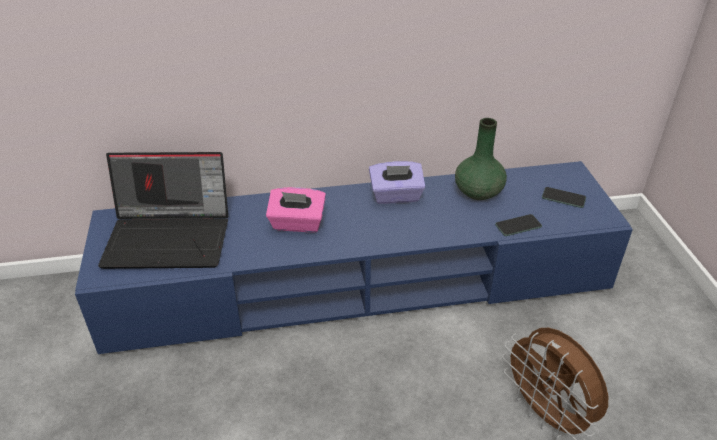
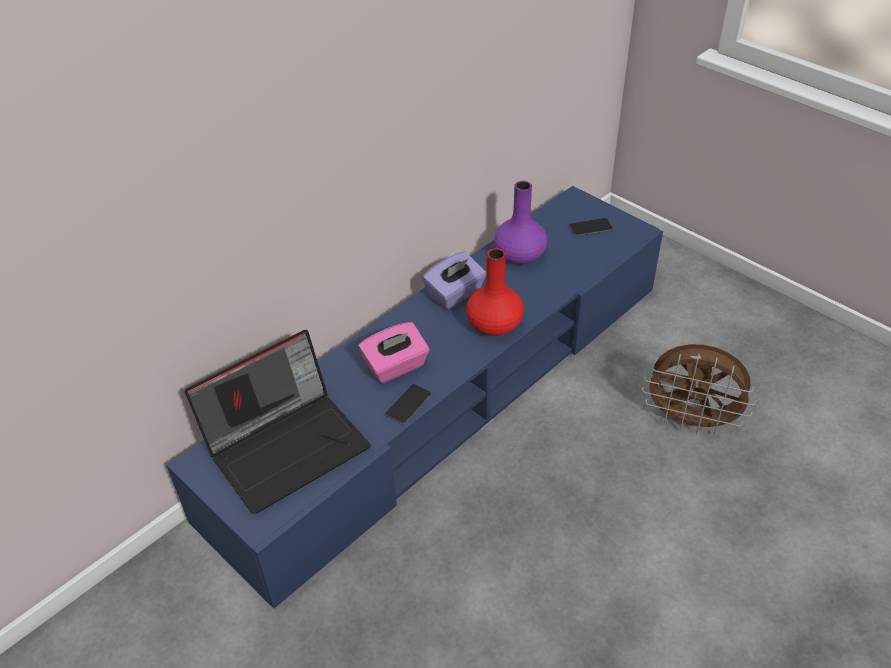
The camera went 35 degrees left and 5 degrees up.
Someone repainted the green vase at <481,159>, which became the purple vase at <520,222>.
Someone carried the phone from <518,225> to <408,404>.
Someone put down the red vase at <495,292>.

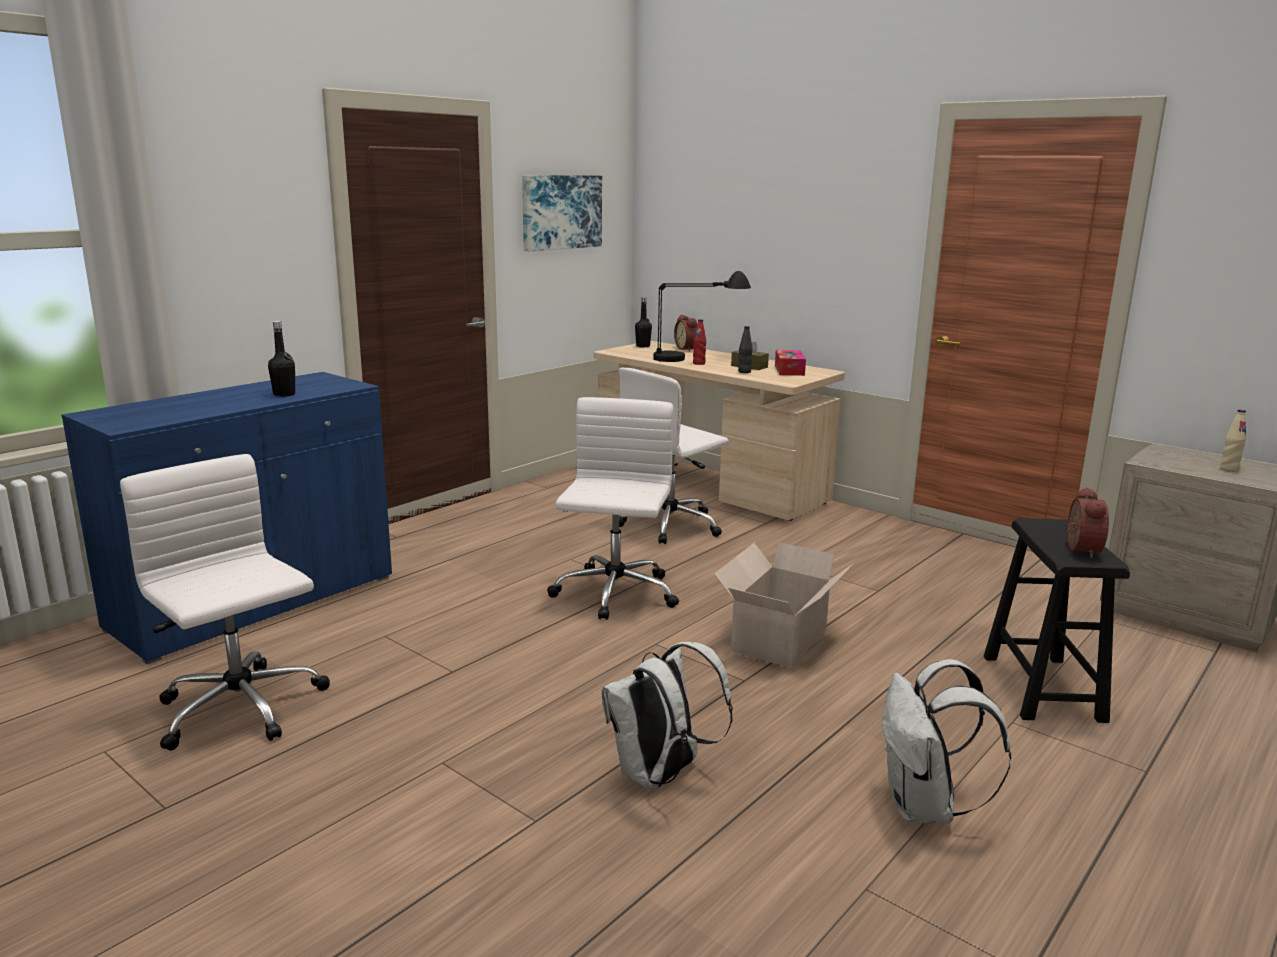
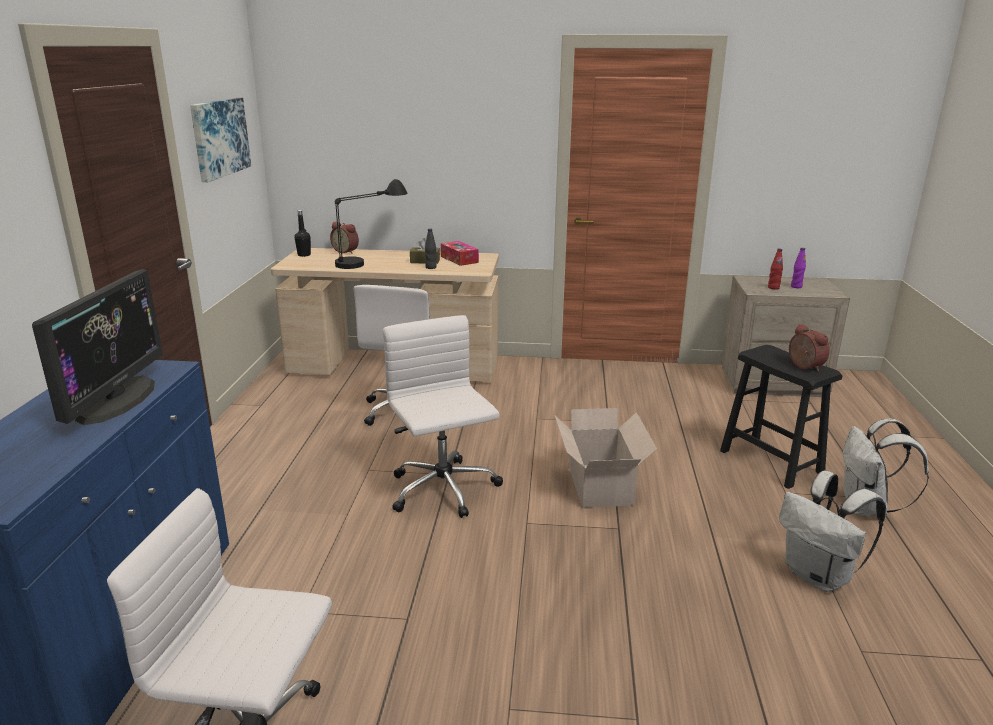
The camera went 35 degrees left and 5 degrees up.
Someone carried the red bottle from <699,342> to <775,269>.
Someone swapped the black bottle at <281,359> for the monitor at <97,347>.
Someone repainted the beige bottle at <1233,440>, which became the purple bottle at <798,268>.
Someone carried the white backpack from <667,716> to <886,467>.

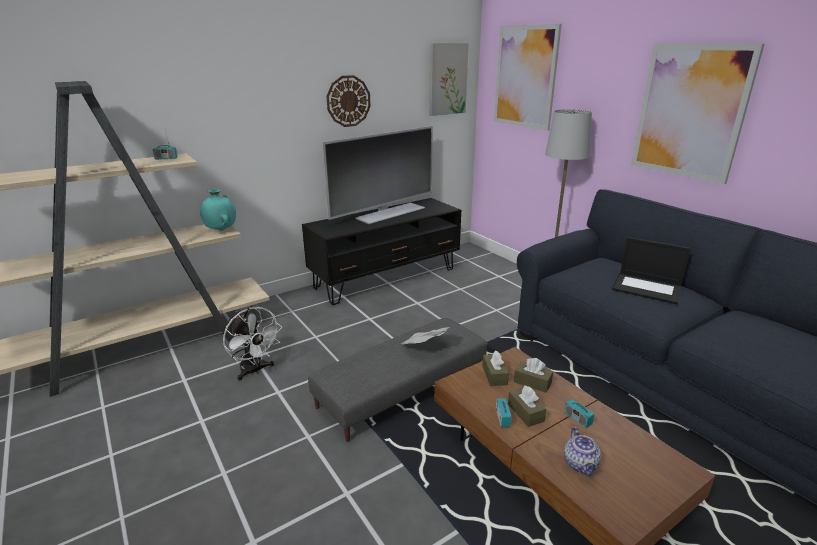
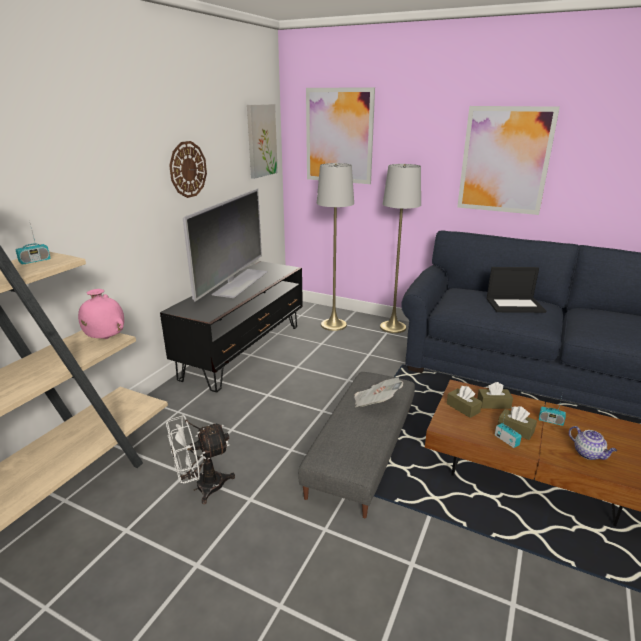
The camera went 30 degrees left and 0 degrees up.
Someone repainted the turquoise vase at <218,210>, which became the pink vase at <101,314>.
Someone rotated the white fan at <252,344> by 135 degrees clockwise.
Someone put down the grey floor lamp at <335,247>.

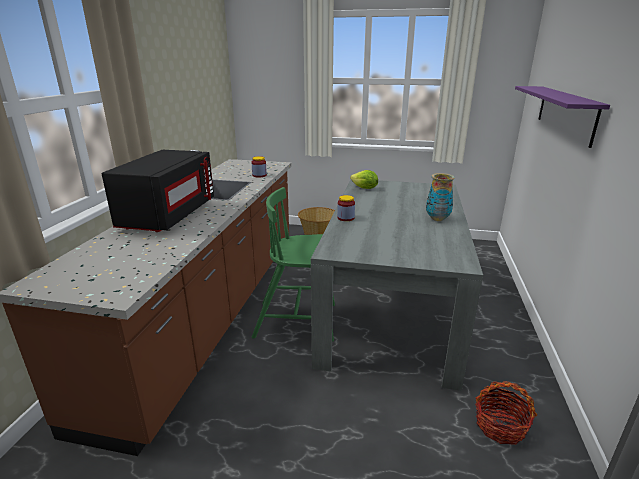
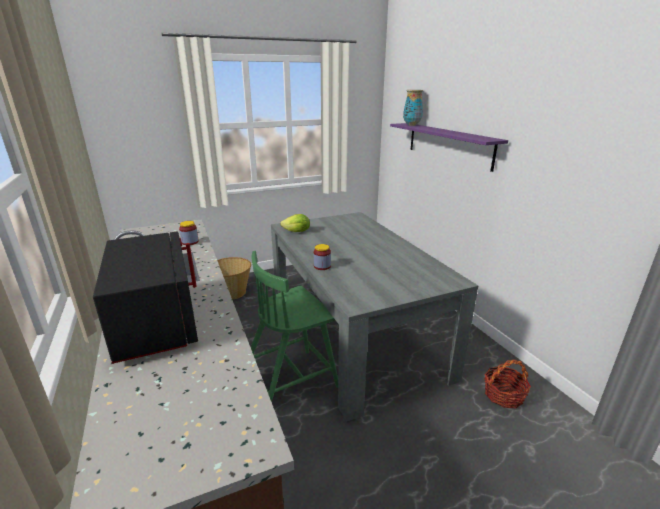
The camera went 35 degrees left and 0 degrees up.
Someone carried the vase from <440,197> to <413,108>.

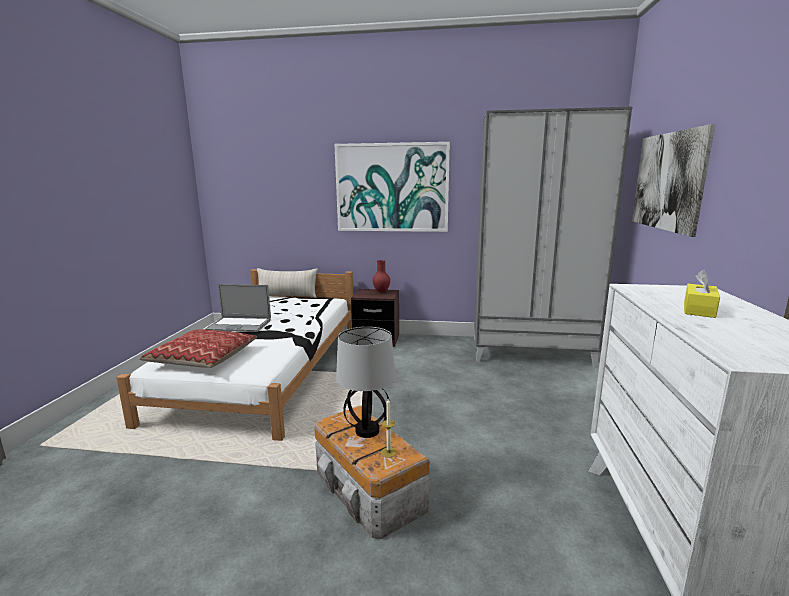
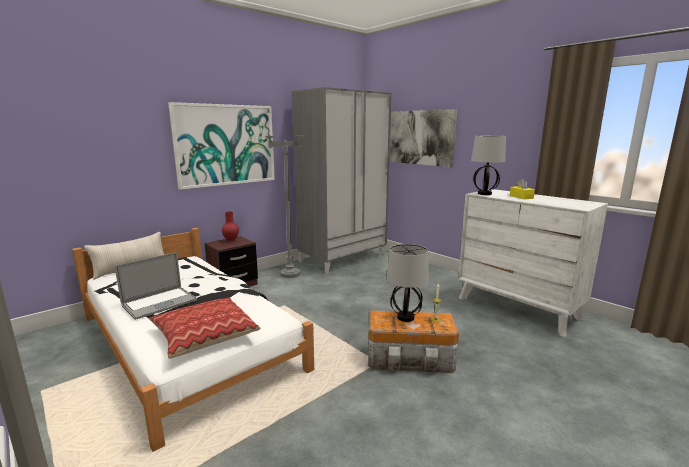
The camera went 50 degrees left and 0 degrees up.
Someone put down the grey floor lamp at <284,193>.
Someone put down the table lamp at <488,165>.

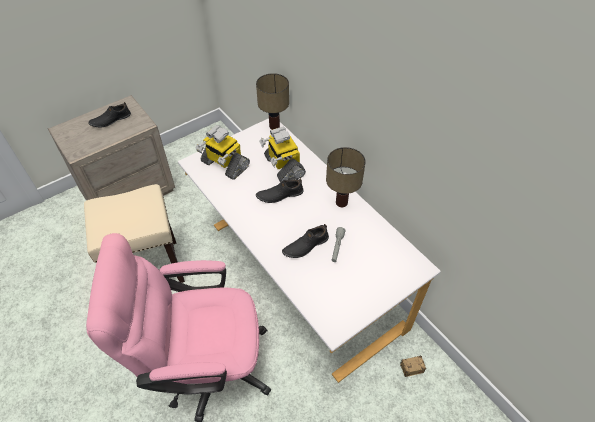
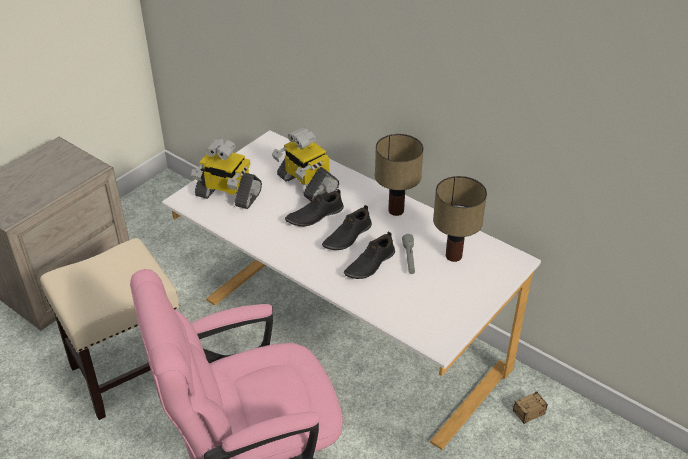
The camera went 15 degrees left and 10 degrees down.
Someone carried the table lamp from <272,101> to <460,219>.
Someone carried the black shoe from <109,114> to <347,227>.

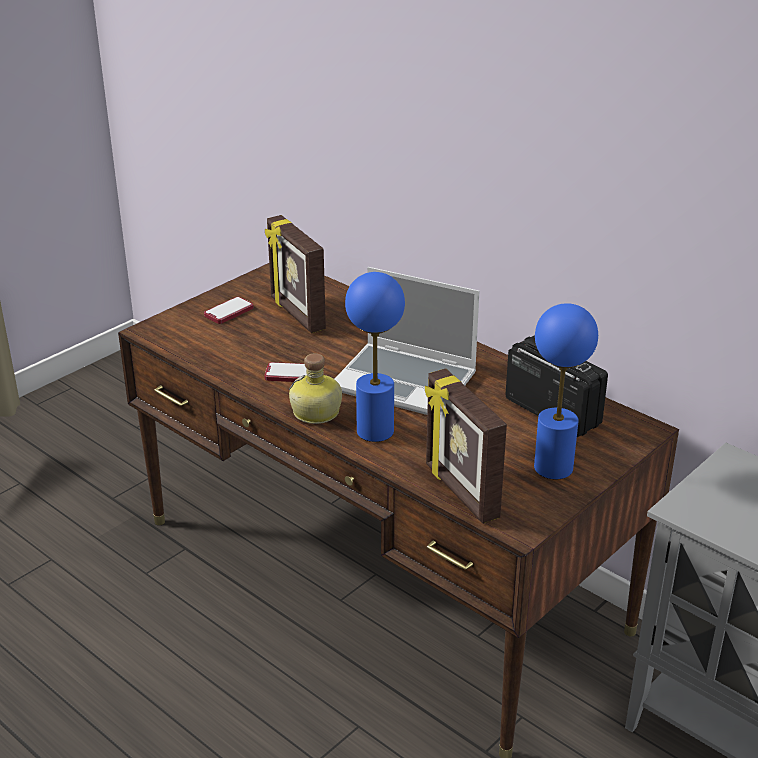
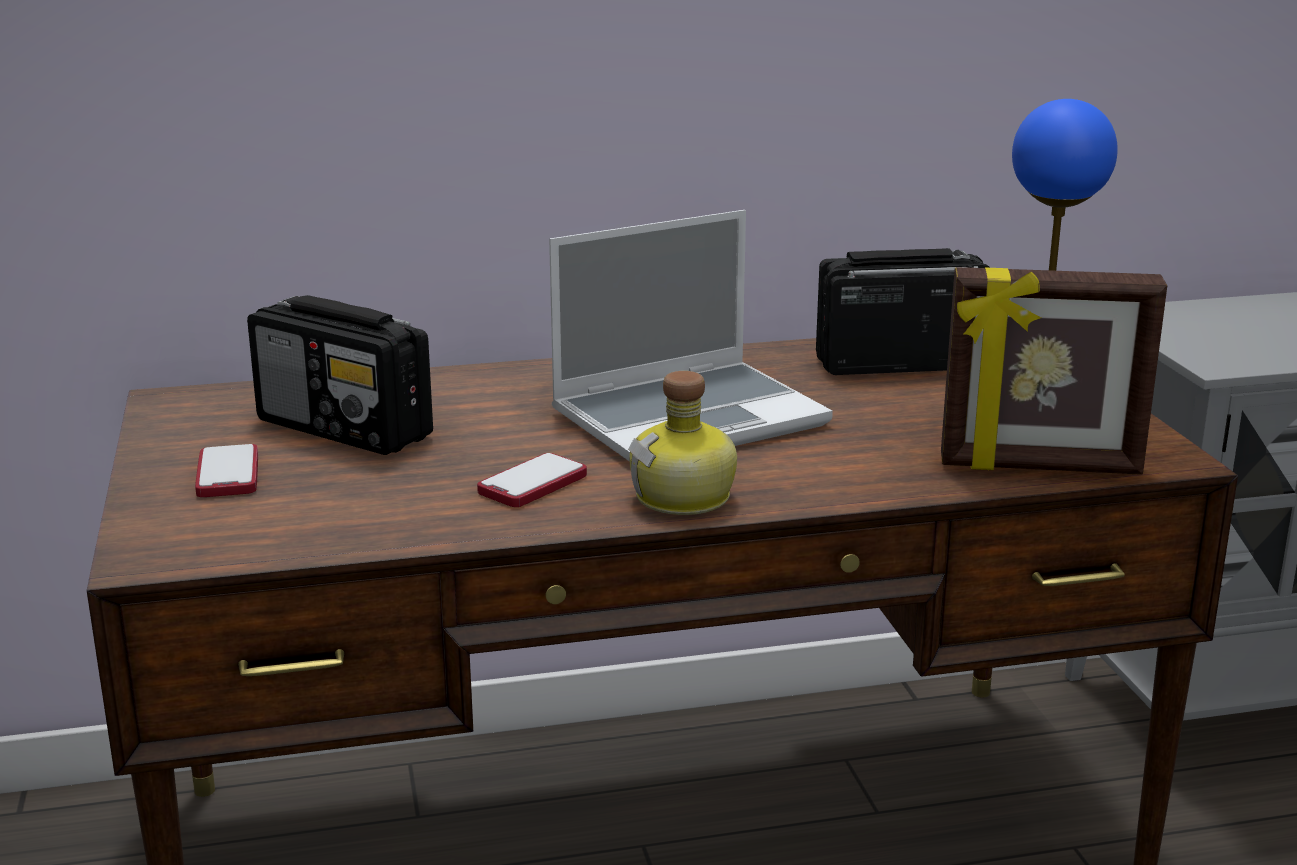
The camera went 55 degrees left and 10 degrees down.
Someone swapped the picture frame at <295,274> for the radio at <340,375>.
Someone took away the blue table lamp at <375,357>.

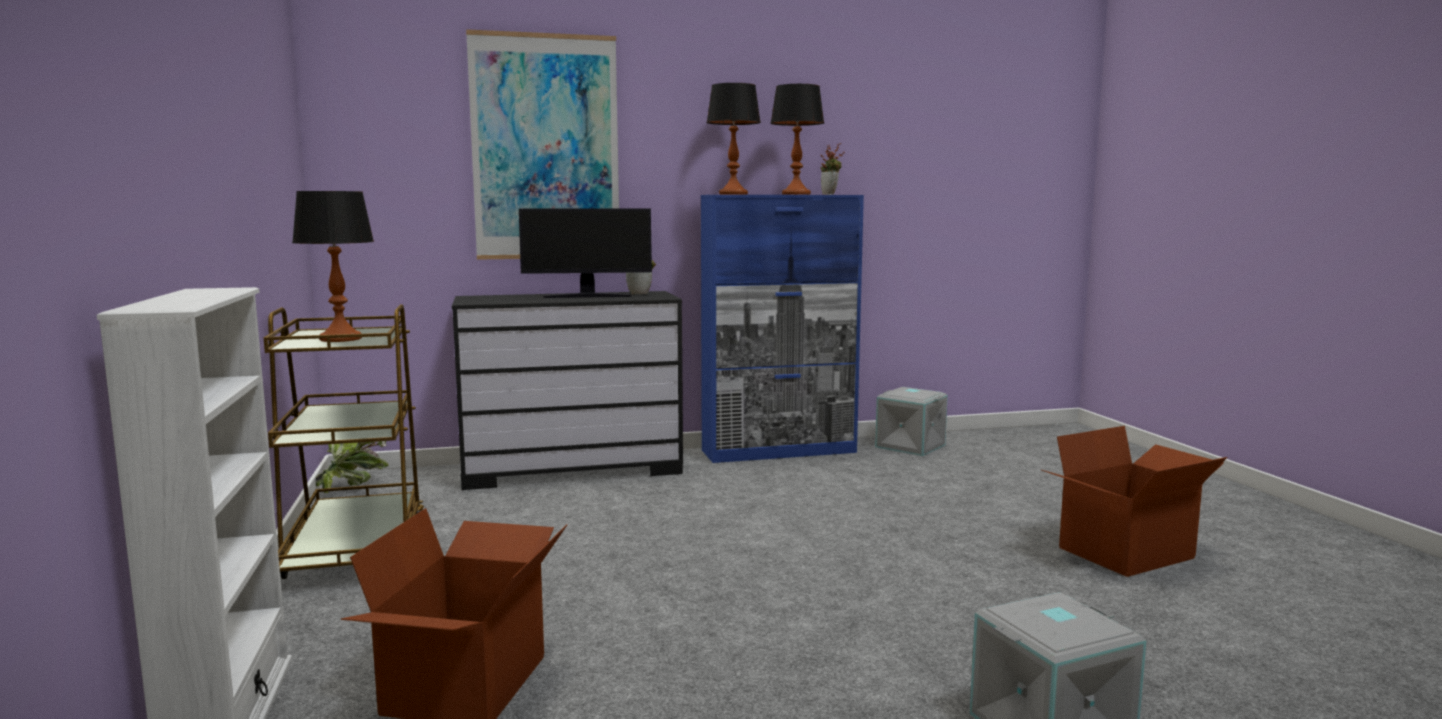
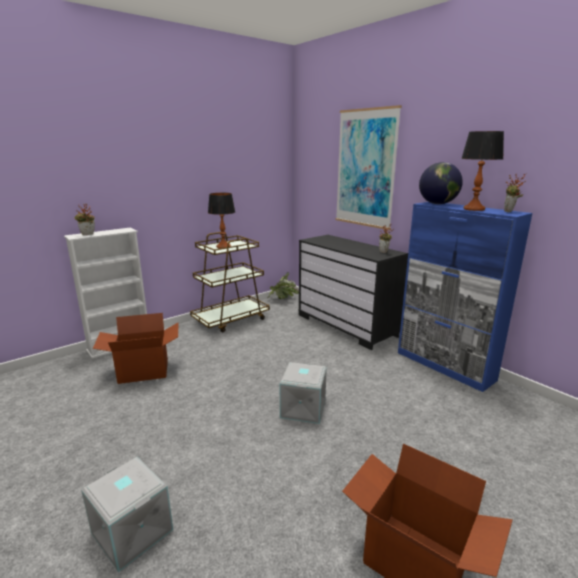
The camera went 65 degrees right and 10 degrees up.
Someone swapped the table lamp at <733,139> for the globe at <441,183>.
Someone took away the monitor at <585,253>.
Someone carried the grey storage box from <911,421> to <303,393>.
Someone put down the potted plant at <84,219>.

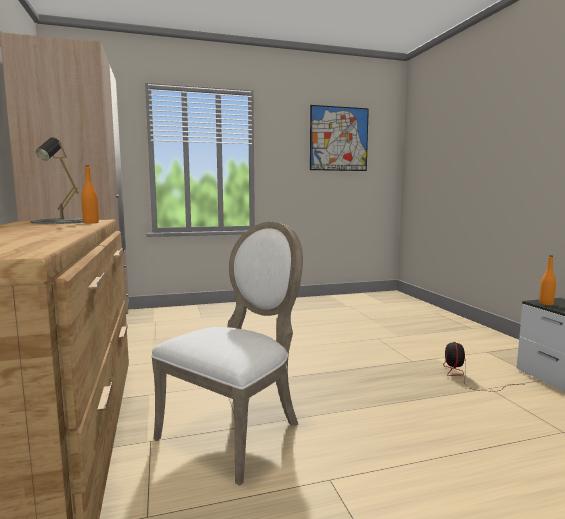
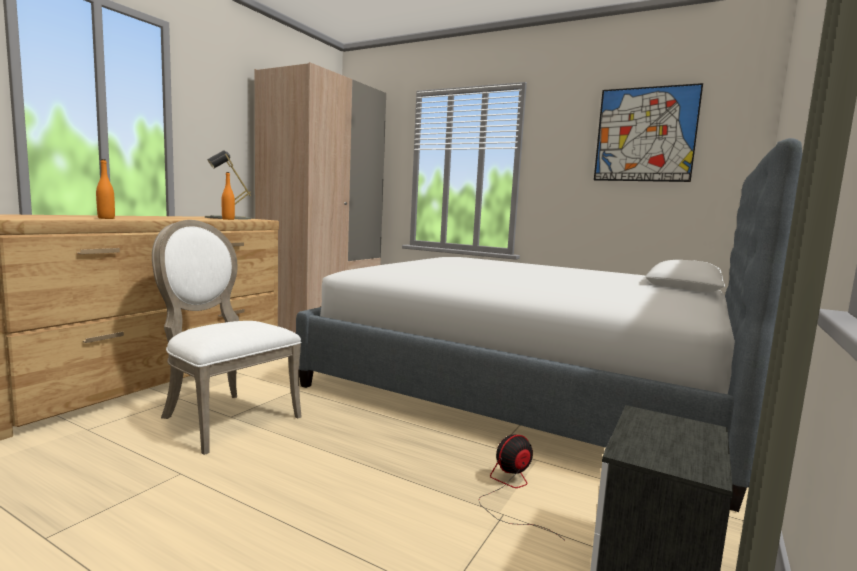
The camera went 45 degrees right and 0 degrees up.
Someone rotated the white chair at <227,354> by 135 degrees counterclockwise.
Someone carried the orange bottle from <547,280> to <105,189>.
Someone put down the bed at <549,325>.

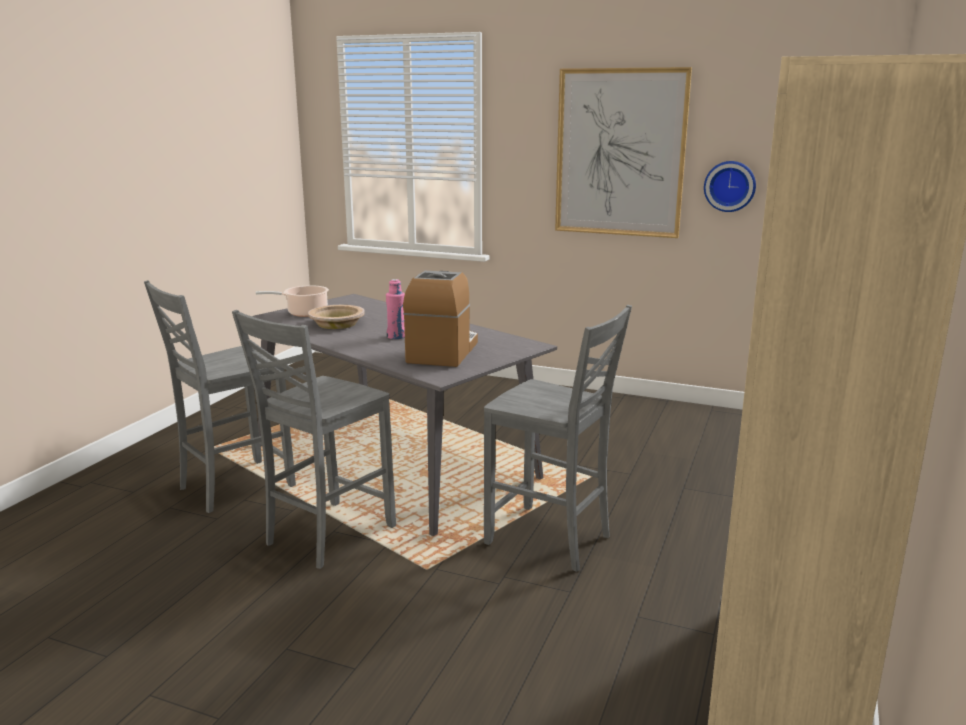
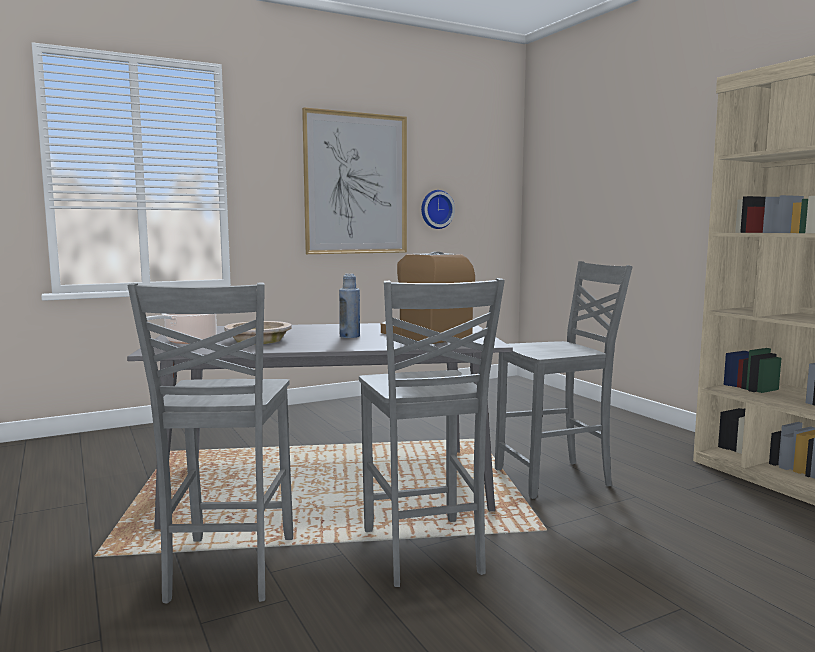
The camera went 50 degrees left and 10 degrees down.
Someone repainted the pink bottle at <395,309>, which became the blue bottle at <349,306>.

